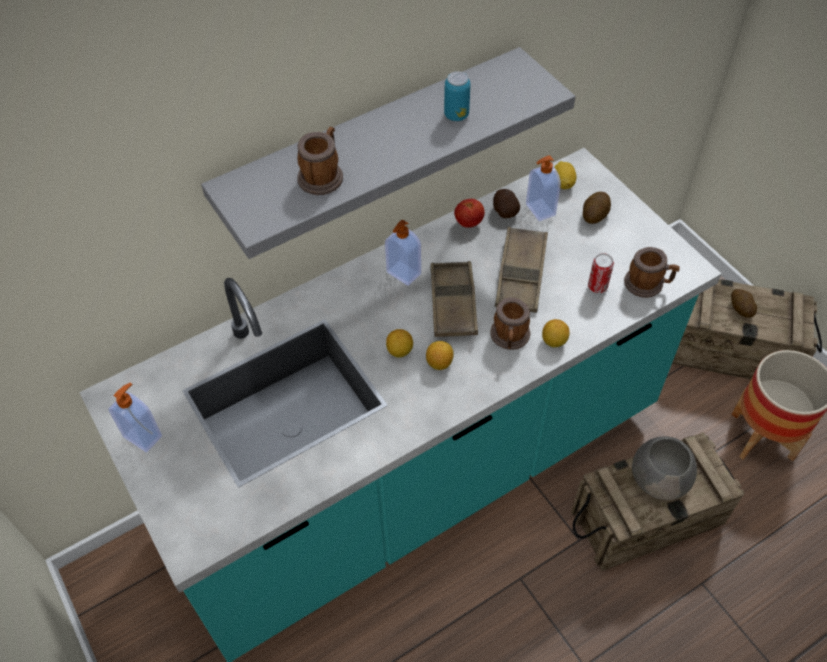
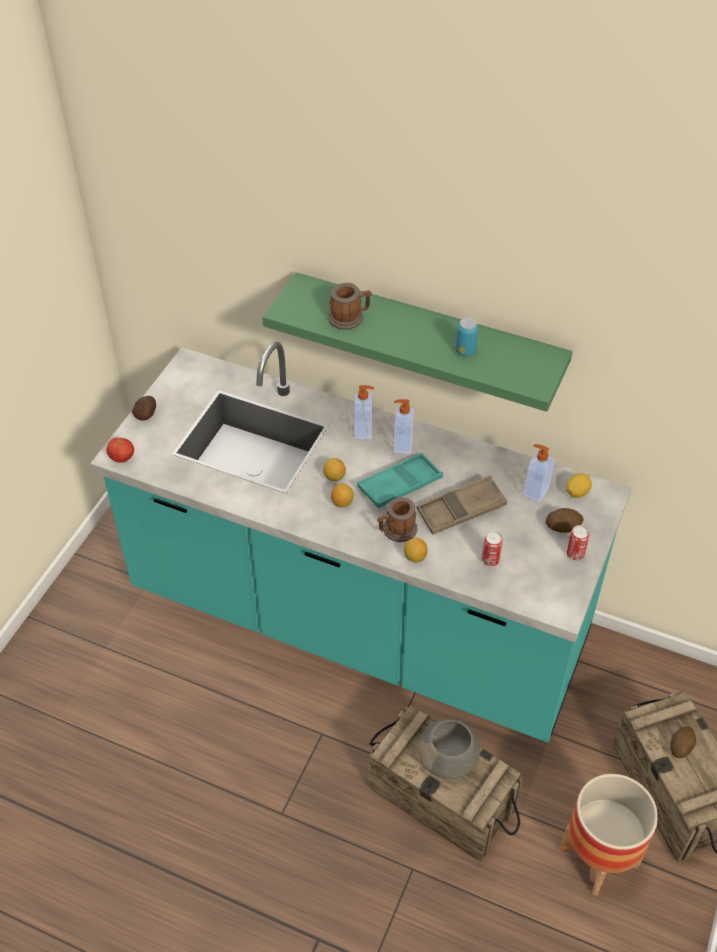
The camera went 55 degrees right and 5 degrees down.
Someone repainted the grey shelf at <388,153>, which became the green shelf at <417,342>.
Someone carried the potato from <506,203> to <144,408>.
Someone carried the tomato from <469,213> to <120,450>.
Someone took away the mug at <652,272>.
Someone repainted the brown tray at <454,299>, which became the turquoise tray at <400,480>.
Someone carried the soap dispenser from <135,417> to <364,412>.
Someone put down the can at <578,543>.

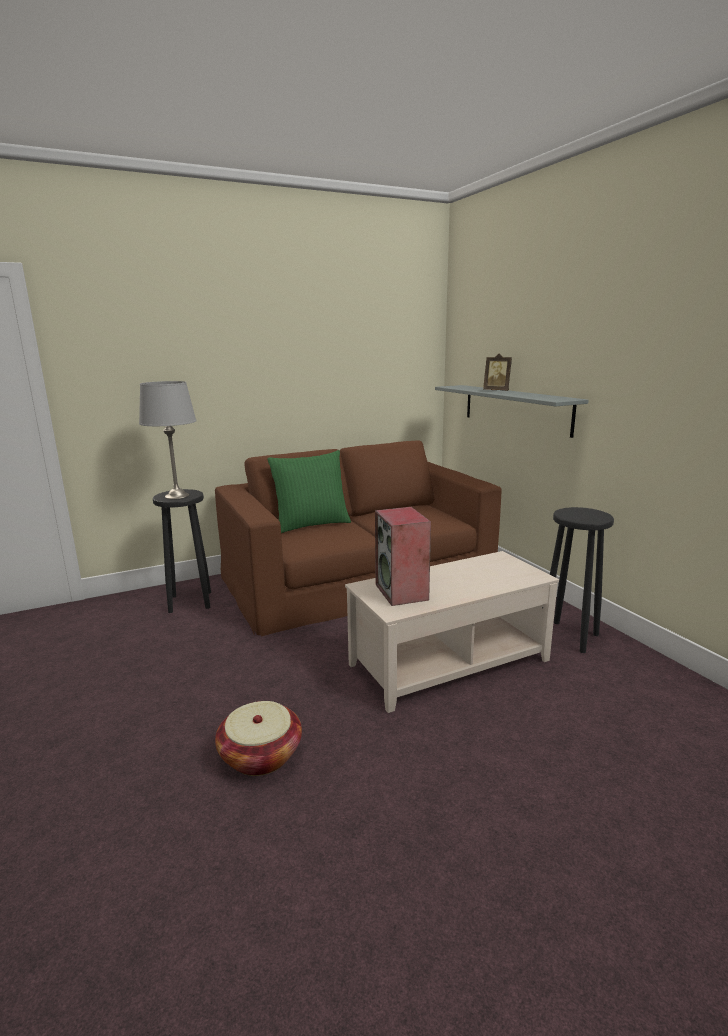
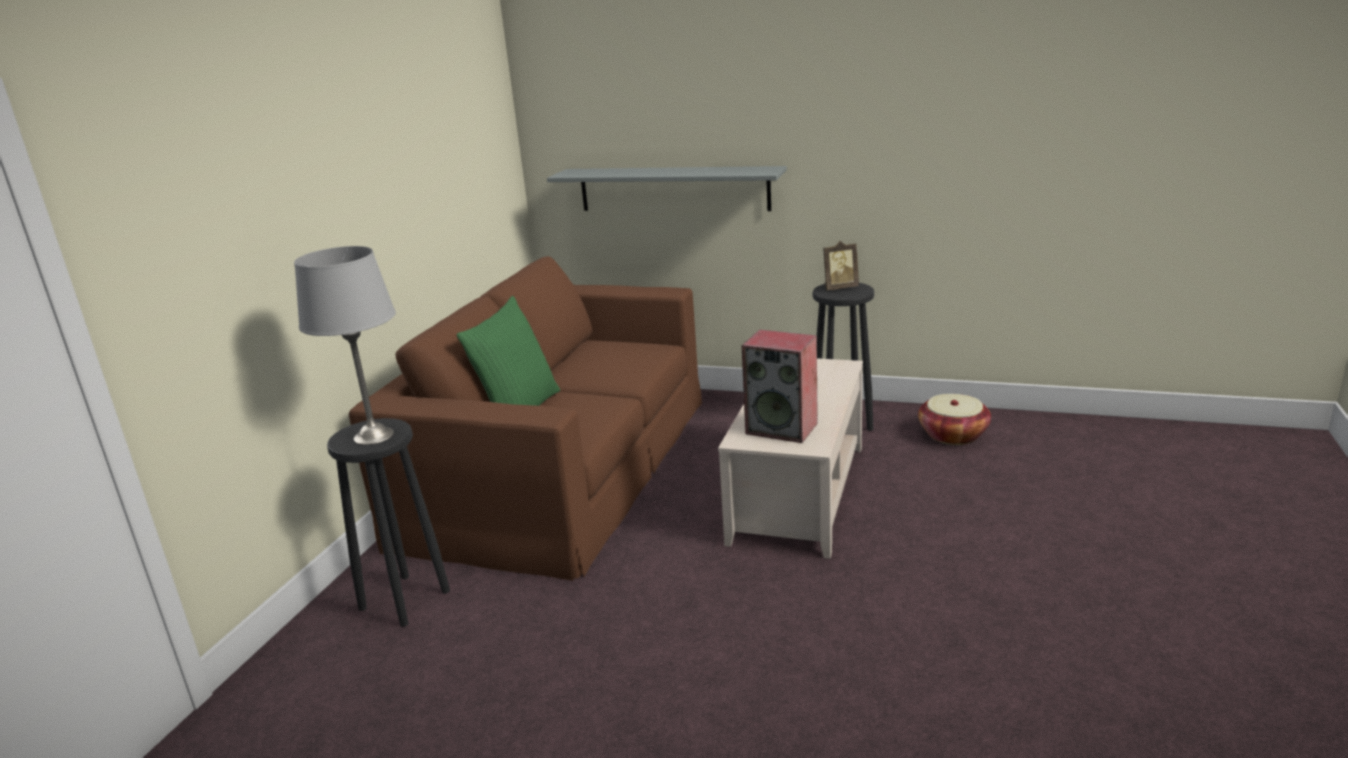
The camera went 45 degrees left and 5 degrees up.
Someone carried the picture frame from <497,372> to <841,265>.
Someone carried the basket from <258,738> to <954,419>.

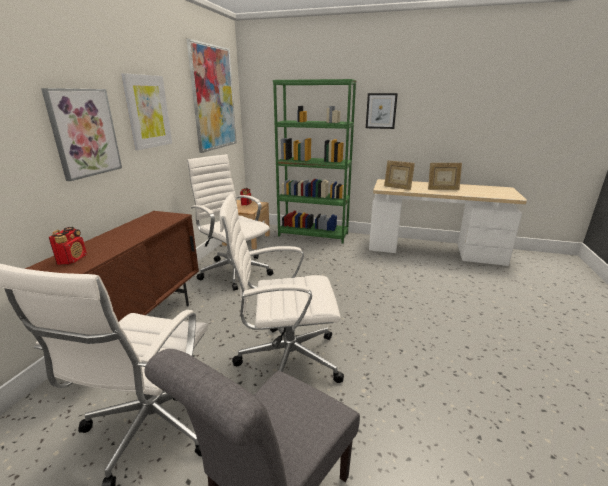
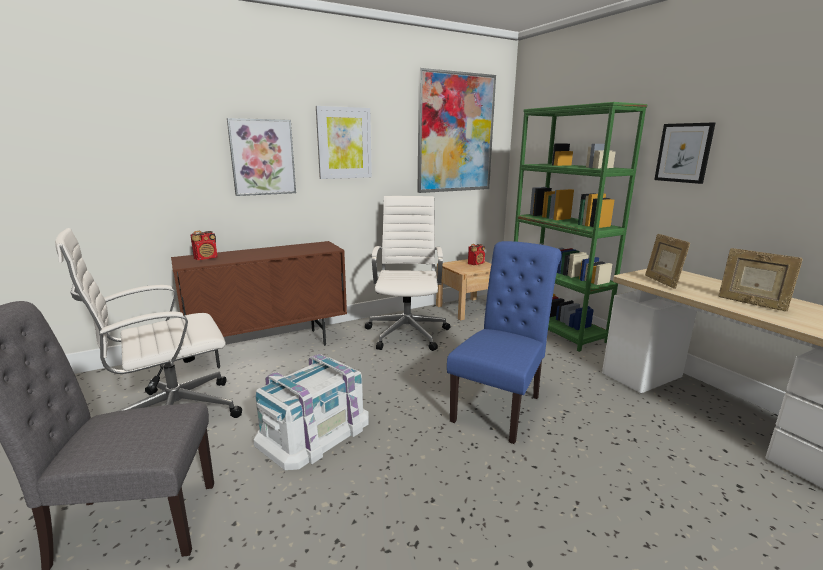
The camera went 45 degrees right and 5 degrees down.
Someone swapped the white office chair at <282,288> for the white storage box at <311,412>.
Someone put down the blue chair at <504,342>.

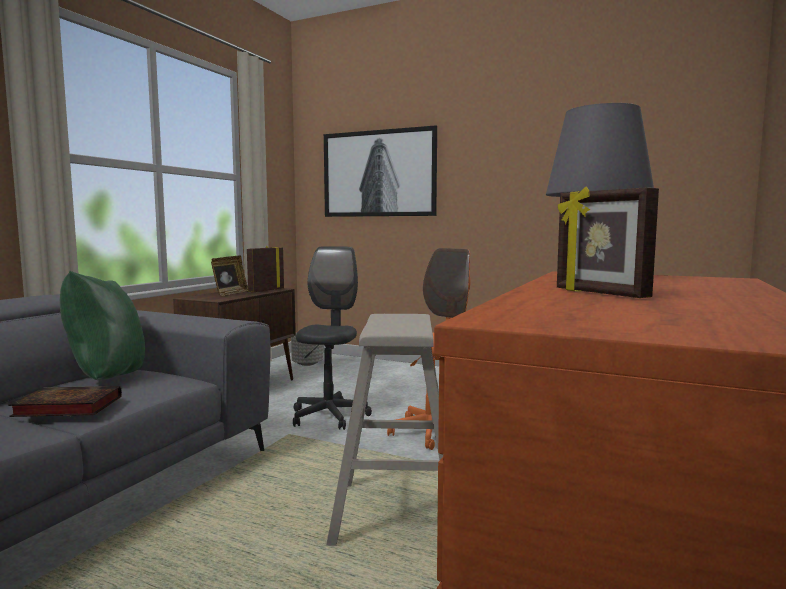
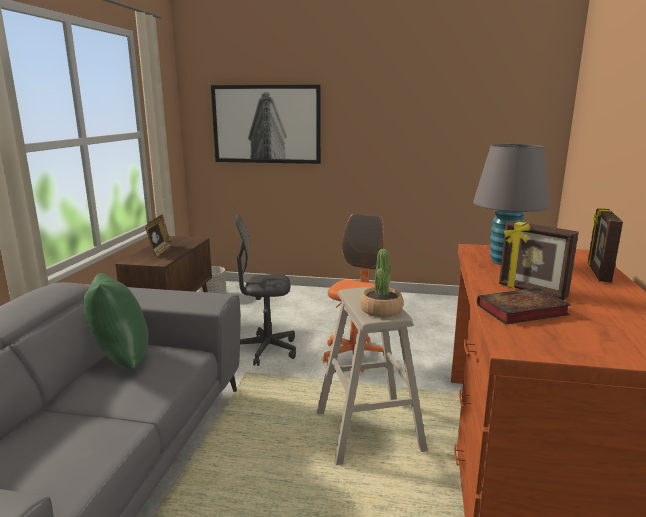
The camera went 15 degrees left and 10 degrees up.
Someone carried the picture frame from <265,269> to <605,245>.
Someone rotated the grey office chair at <332,338> by 90 degrees counterclockwise.
Someone carried the book from <65,401> to <524,306>.
Someone put down the potted plant at <381,283>.

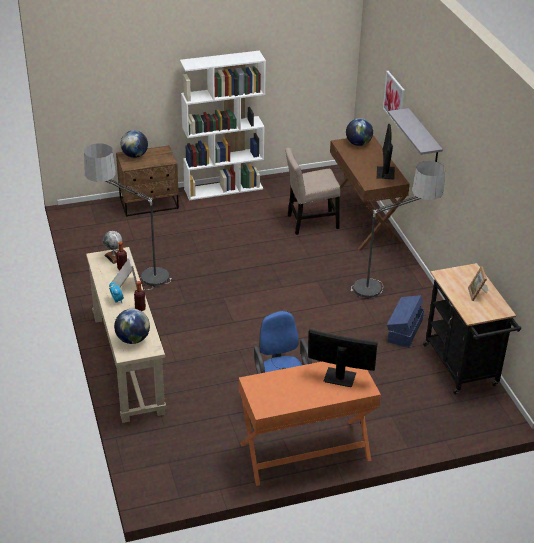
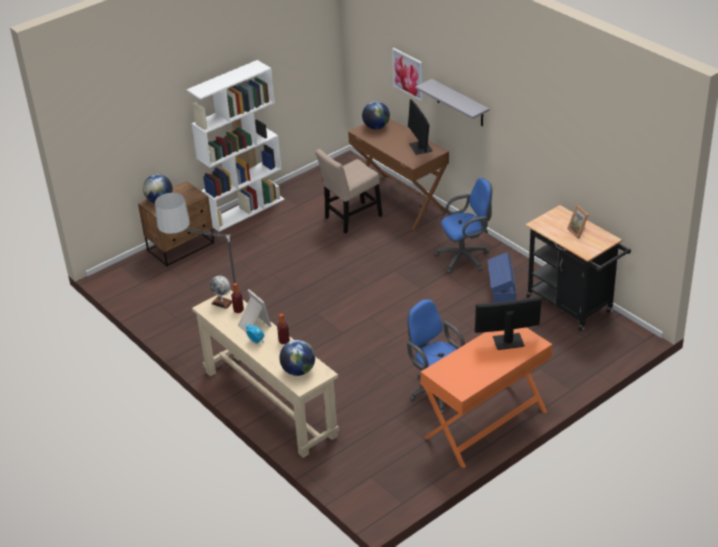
The camera went 20 degrees left and 0 degrees up.
Someone swapped the floor lamp at <398,229> for the blue office chair at <463,226>.

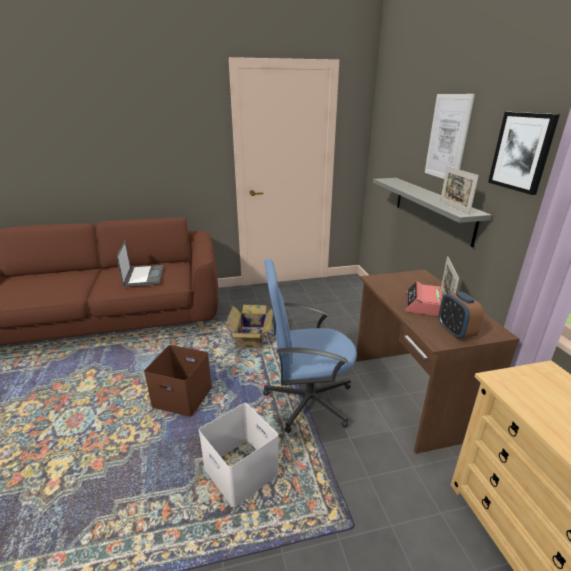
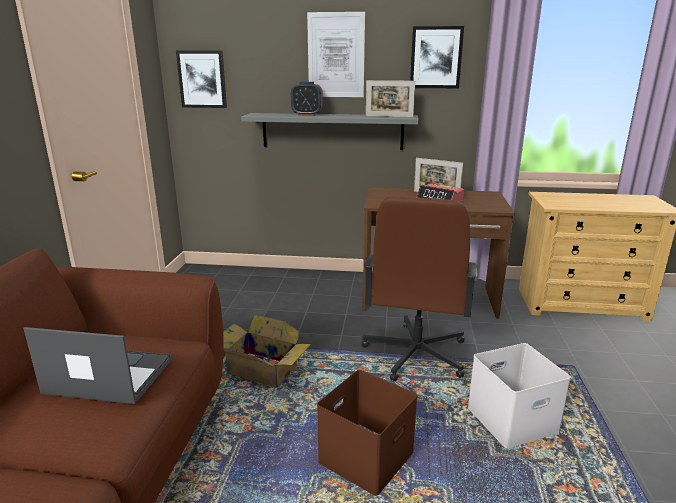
The camera went 70 degrees left and 5 degrees down.
Someone repainted the blue office chair at <310,346>, which became the brown office chair at <419,289>.
Someone carried the alarm clock from <461,315> to <307,99>.
Someone put up the picture at <201,79>.

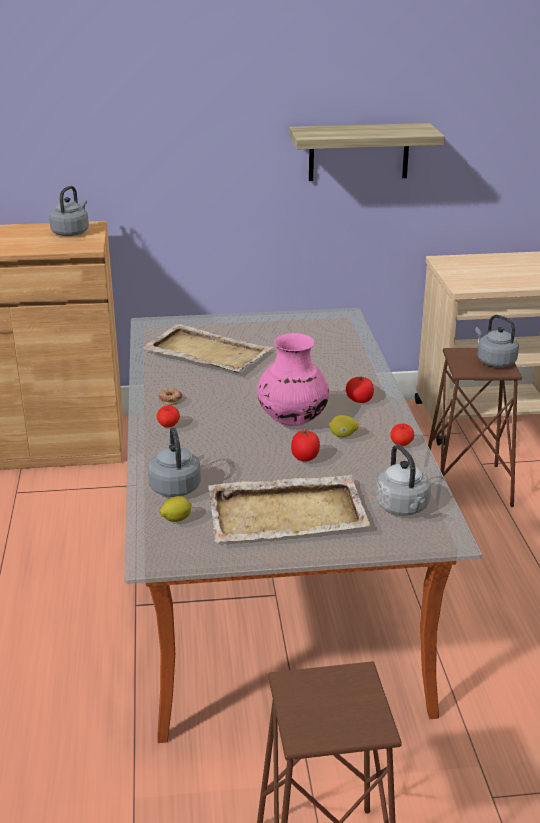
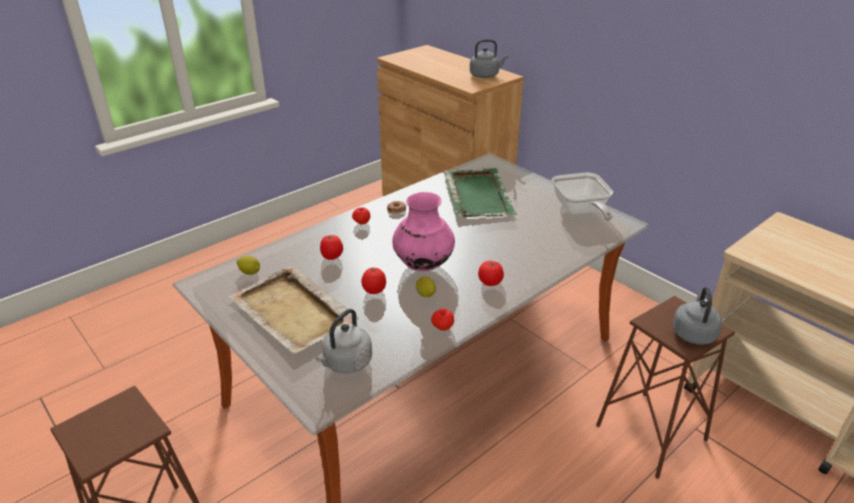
The camera went 55 degrees right and 5 degrees up.
Someone took away the shelf at <367,152>.
Someone repainted the beige tray at <206,348>, which became the green tray at <480,192>.
Someone took away the grey kettle at <174,462>.
Someone put down the frying pan at <582,197>.
Someone put down the tomato at <331,247>.

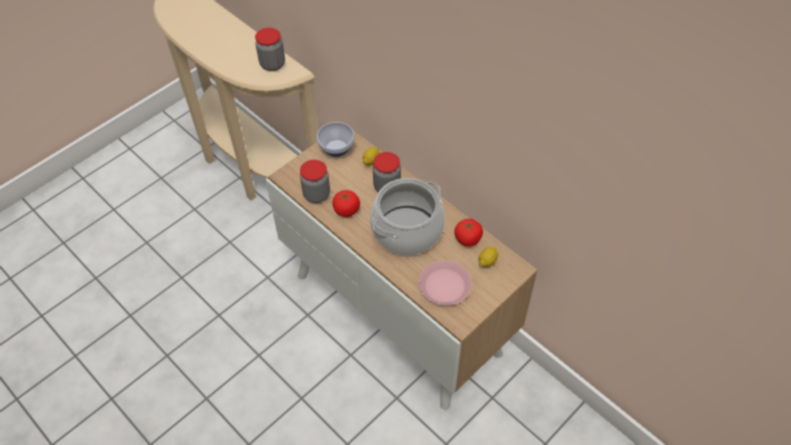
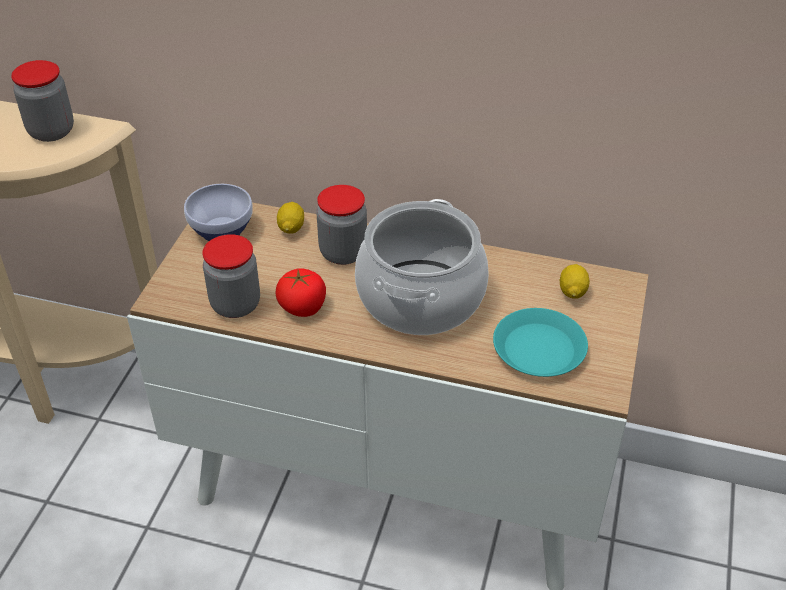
The camera went 30 degrees left and 10 degrees down.
Someone took away the tomato at <468,232>.
Someone repainted the pink plate at <445,283>, which became the turquoise plate at <540,342>.

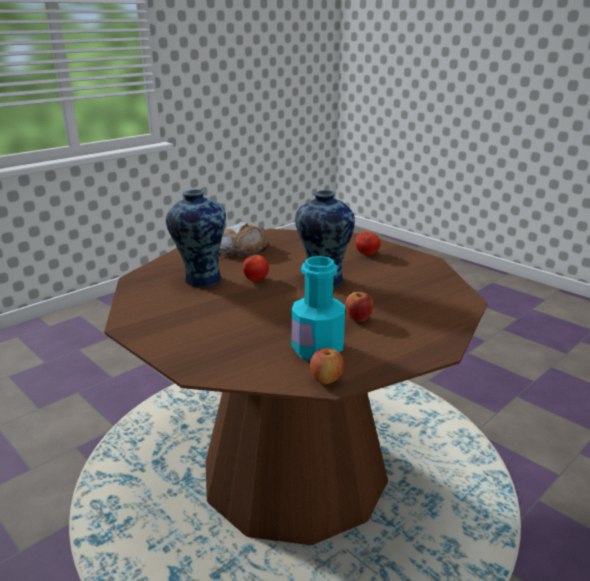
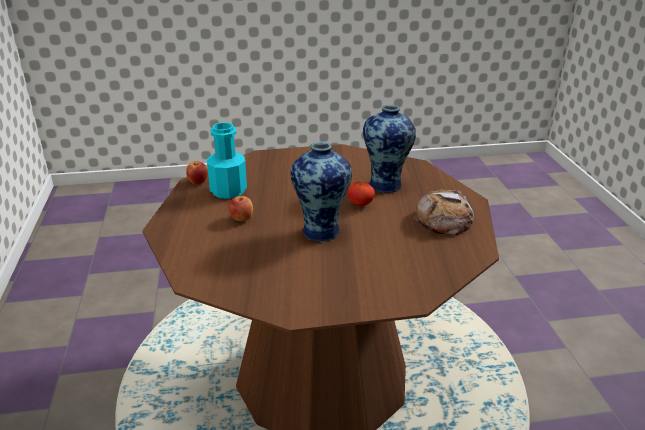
The camera went 125 degrees right and 5 degrees up.
Someone took away the tomato at <368,243>.

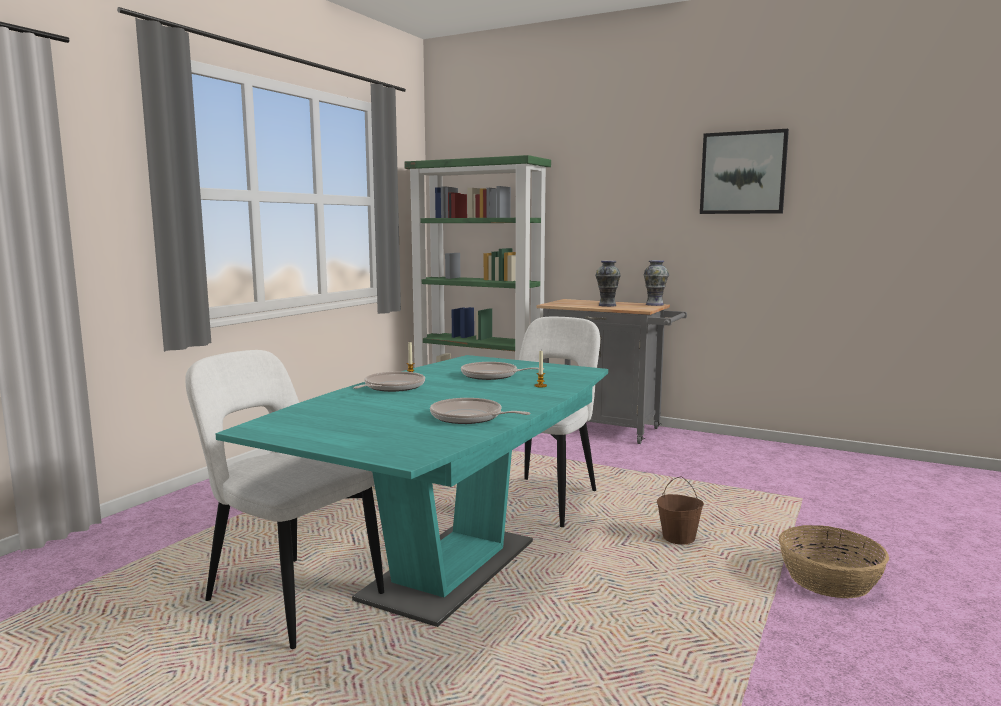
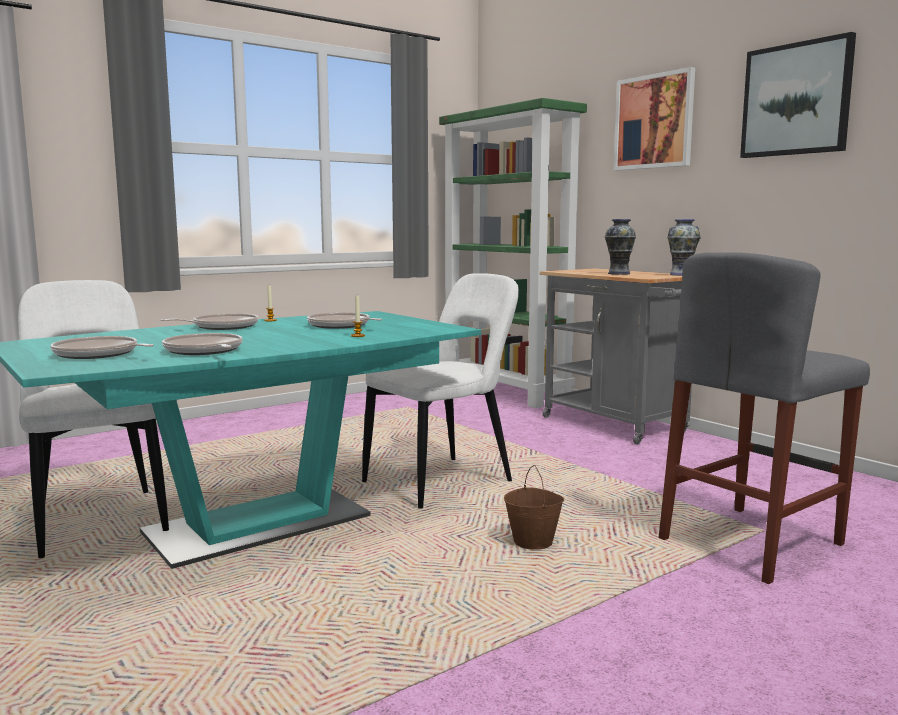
The camera went 25 degrees right and 0 degrees up.
Someone took away the basket at <834,561>.
Someone put up the picture at <654,119>.
Someone put down the grey stool at <764,418>.
Someone put down the frying pan at <102,347>.

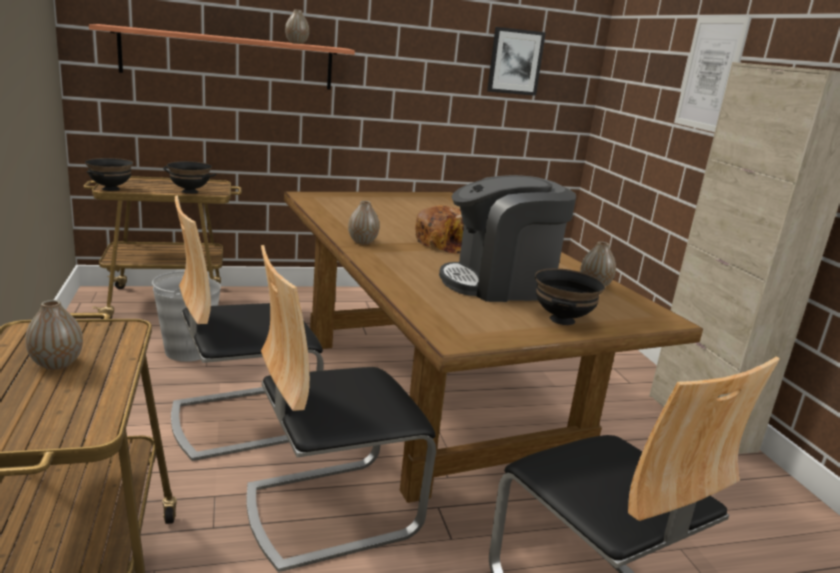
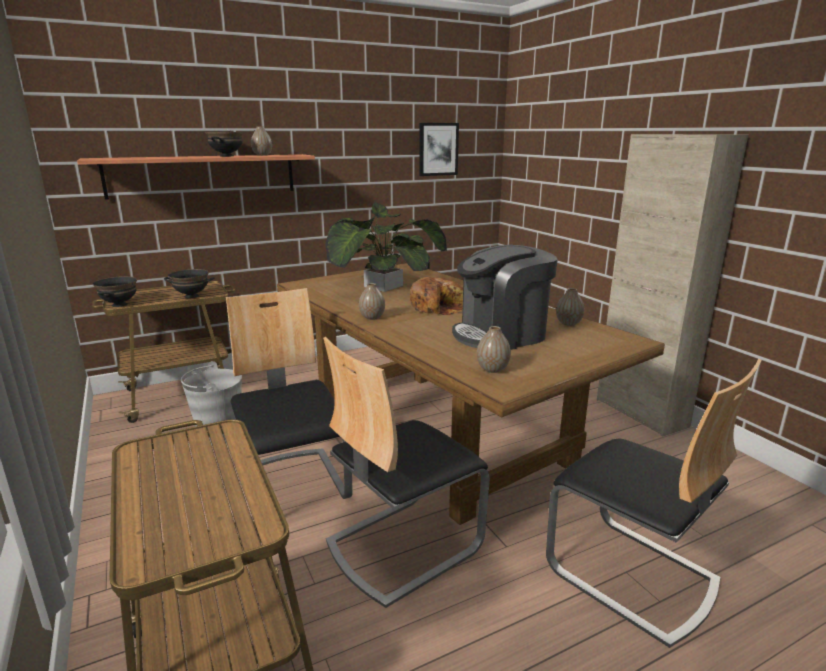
The camera went 10 degrees left and 0 degrees up.
Someone took away the picture at <713,74>.
Someone rotated the chair at <247,328> by 105 degrees clockwise.
Someone carried the black bowl from <570,296> to <224,144>.
Someone carried the vase from <54,335> to <494,349>.
Someone put down the potted plant at <386,247>.

